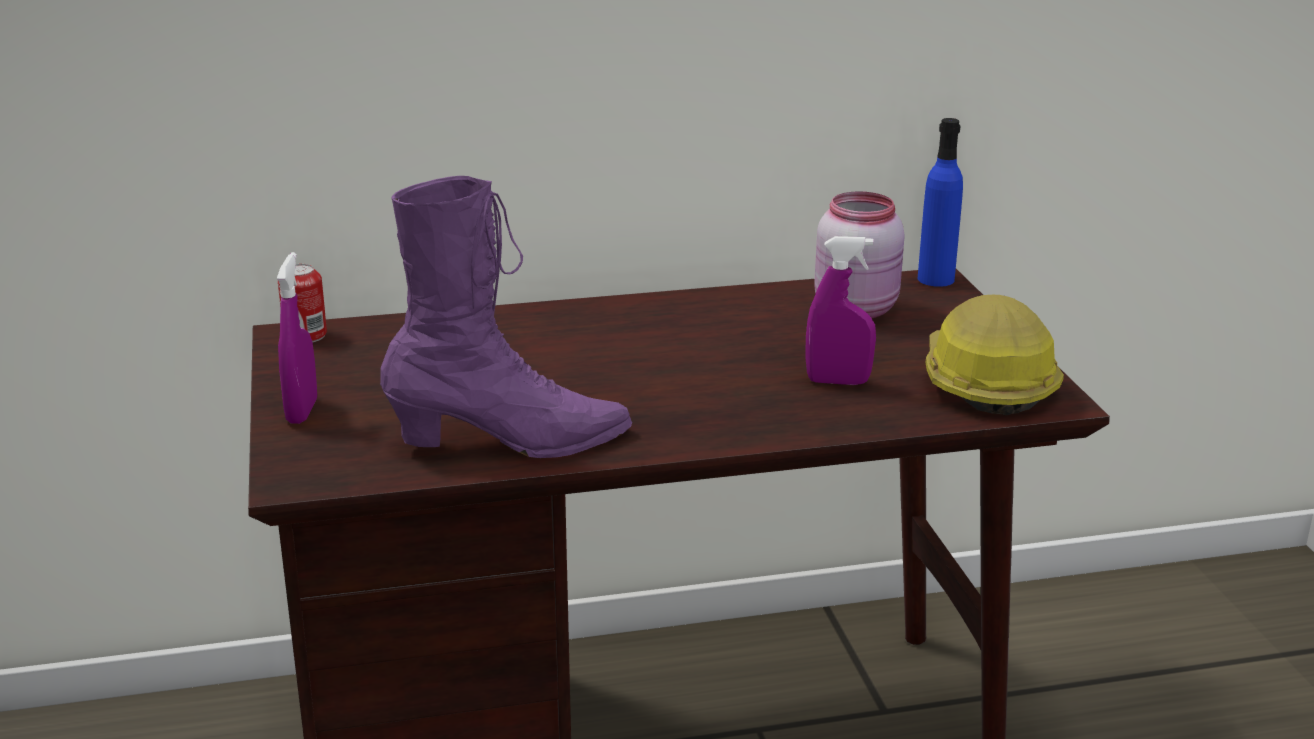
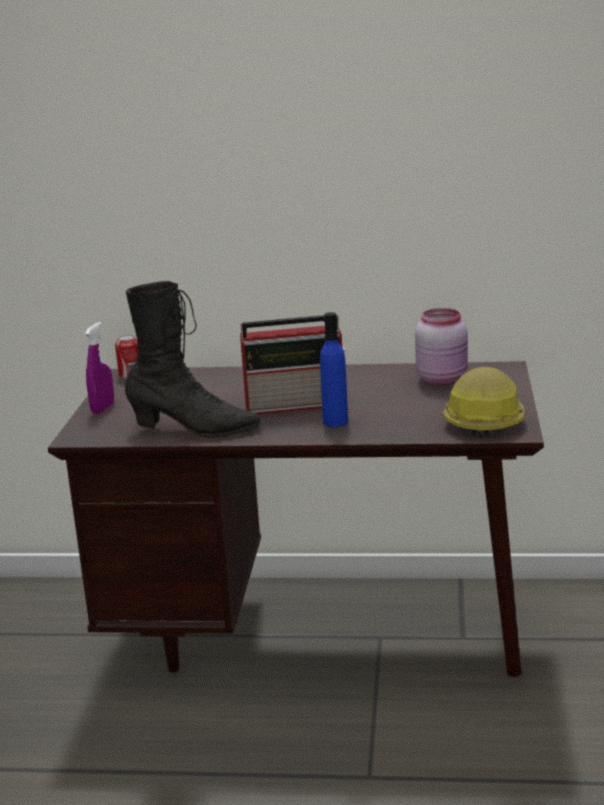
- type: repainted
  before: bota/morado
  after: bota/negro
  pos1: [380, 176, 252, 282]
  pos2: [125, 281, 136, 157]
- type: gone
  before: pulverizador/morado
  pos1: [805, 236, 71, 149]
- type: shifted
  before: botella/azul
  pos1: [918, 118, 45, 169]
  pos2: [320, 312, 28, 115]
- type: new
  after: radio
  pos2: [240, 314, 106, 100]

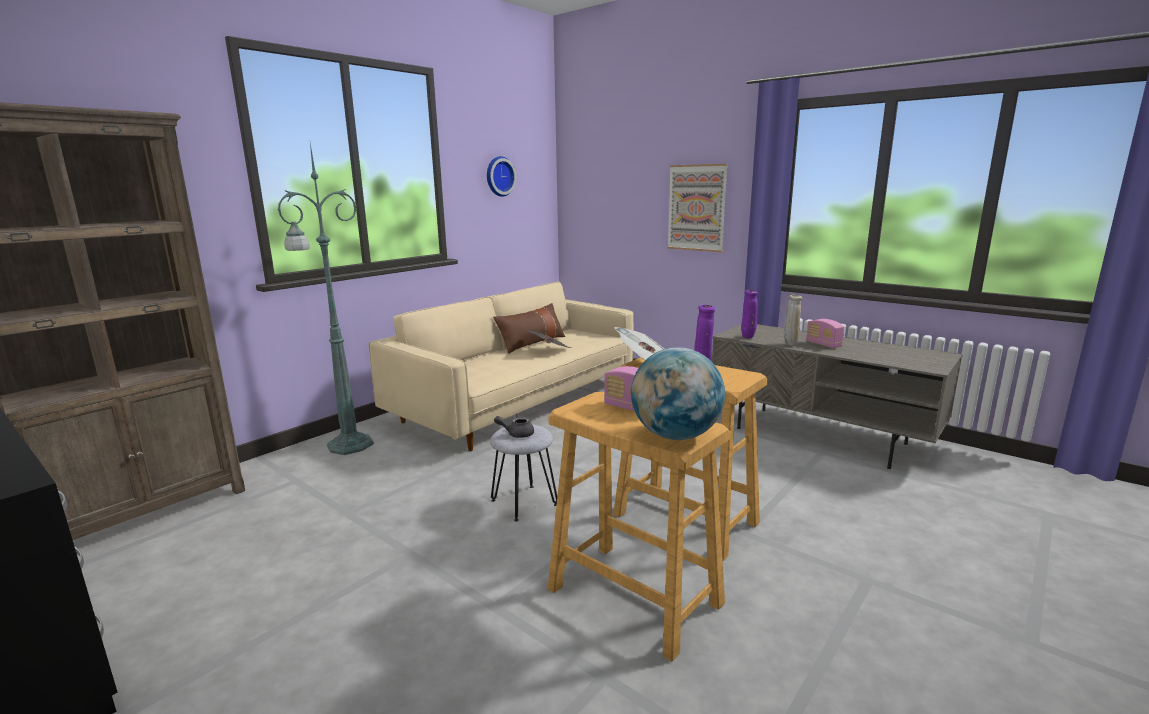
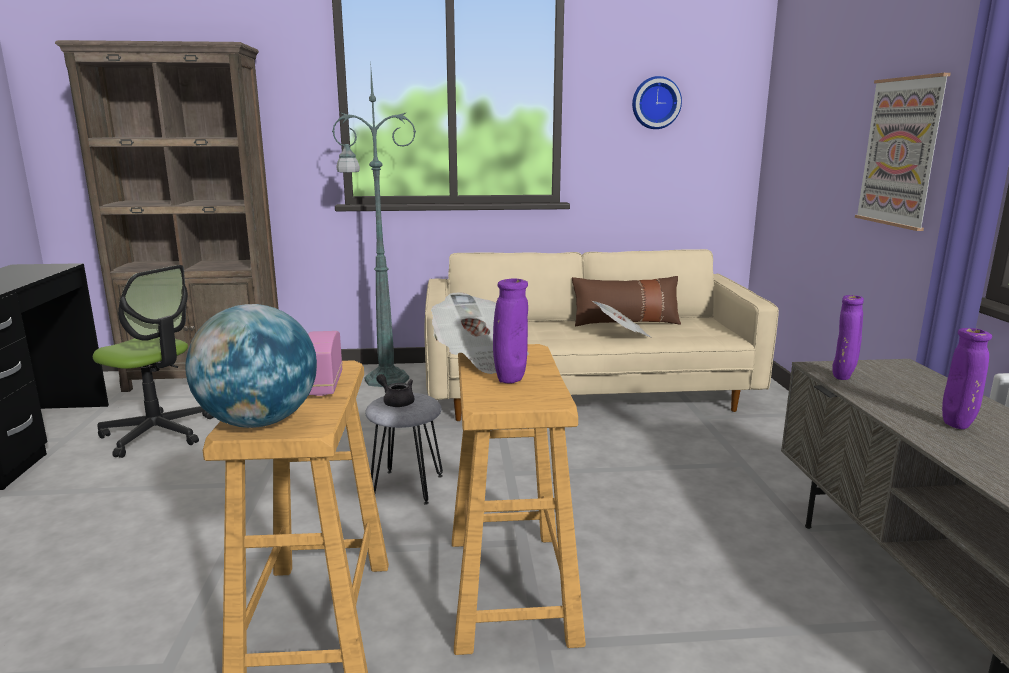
- type: gone
  before: florero/beis
  pos1: [784, 295, 18, 51]
- type: swapped
  before: radio
  after: florero/morado
  pos1: [806, 319, 38, 29]
  pos2: [942, 328, 50, 101]
- type: new
  after: silla de oficina
  pos2: [93, 265, 120, 193]

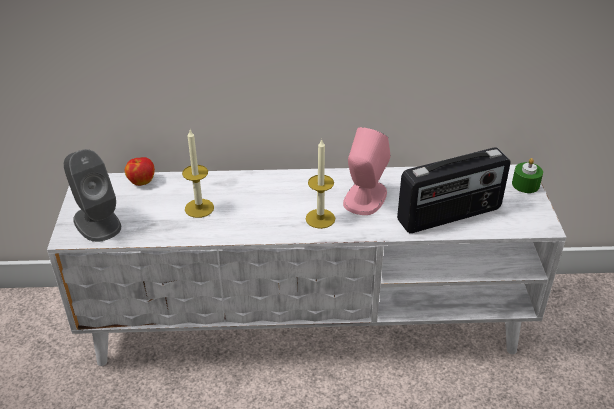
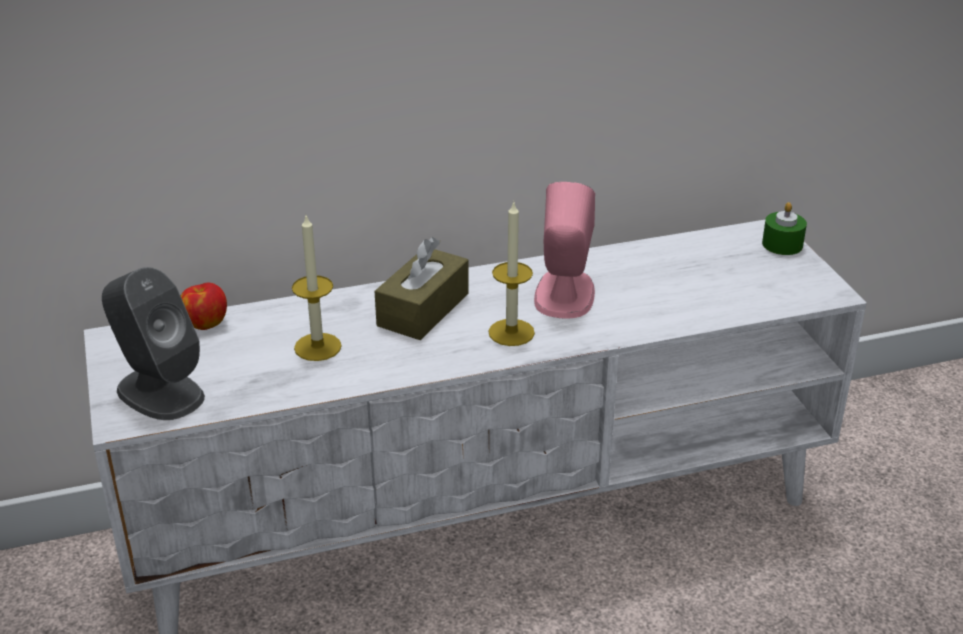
- type: gone
  before: radio
  pos1: [397, 147, 114, 86]
- type: new
  after: caja de pañuelos/marrón
  pos2: [375, 237, 94, 103]

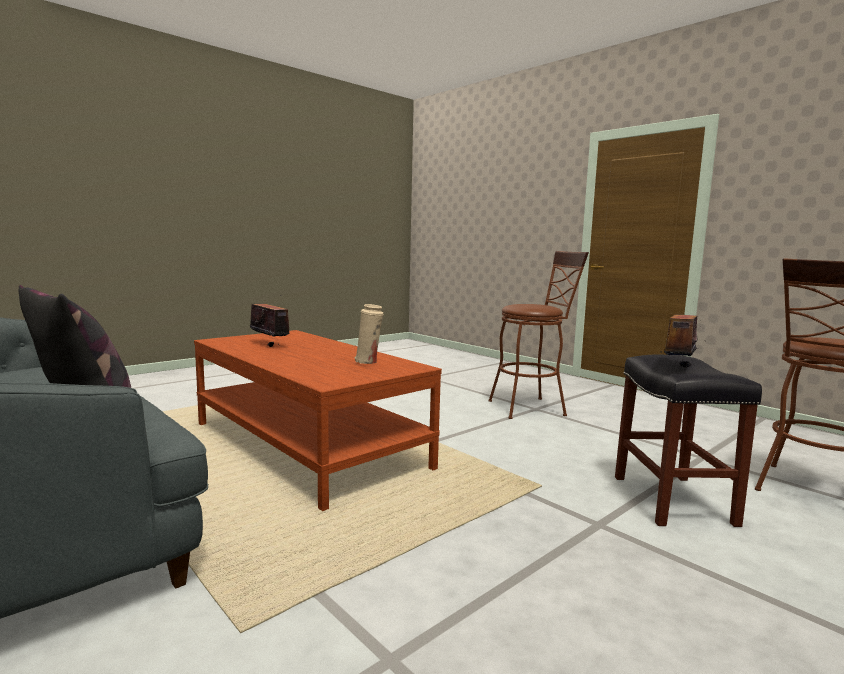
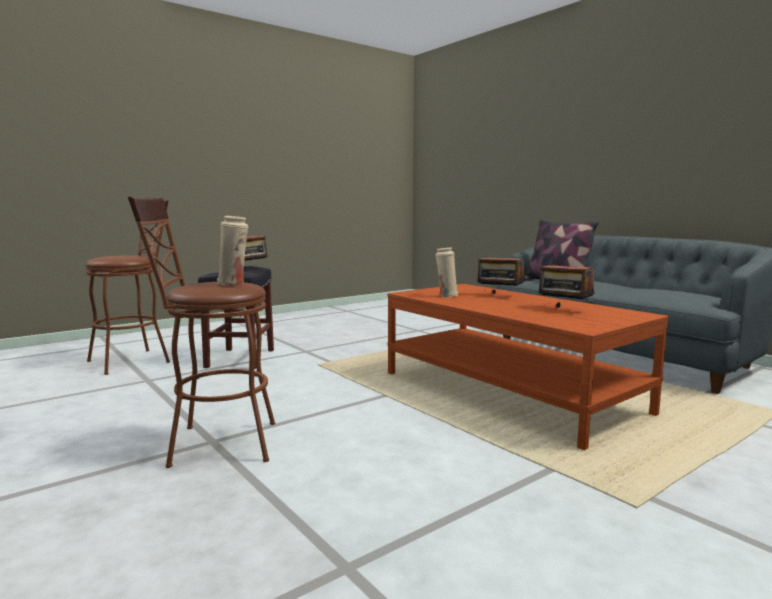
- type: new
  after: florero/beis
  pos2: [217, 216, 31, 69]
- type: new
  after: radio
  pos2: [477, 247, 48, 47]

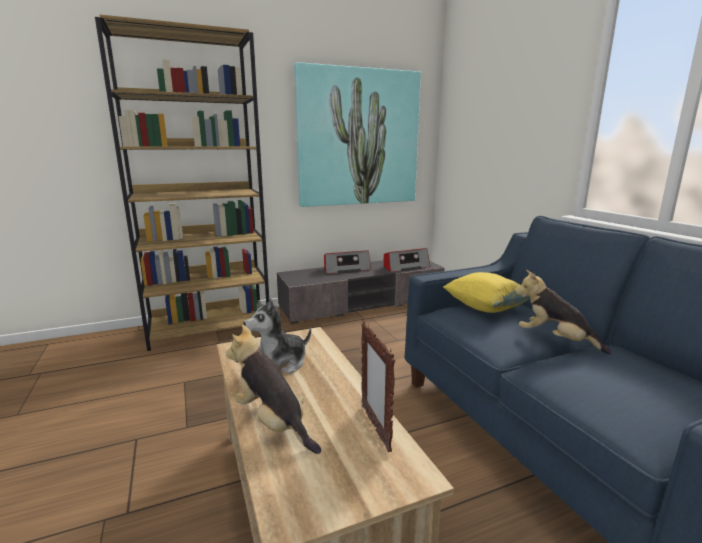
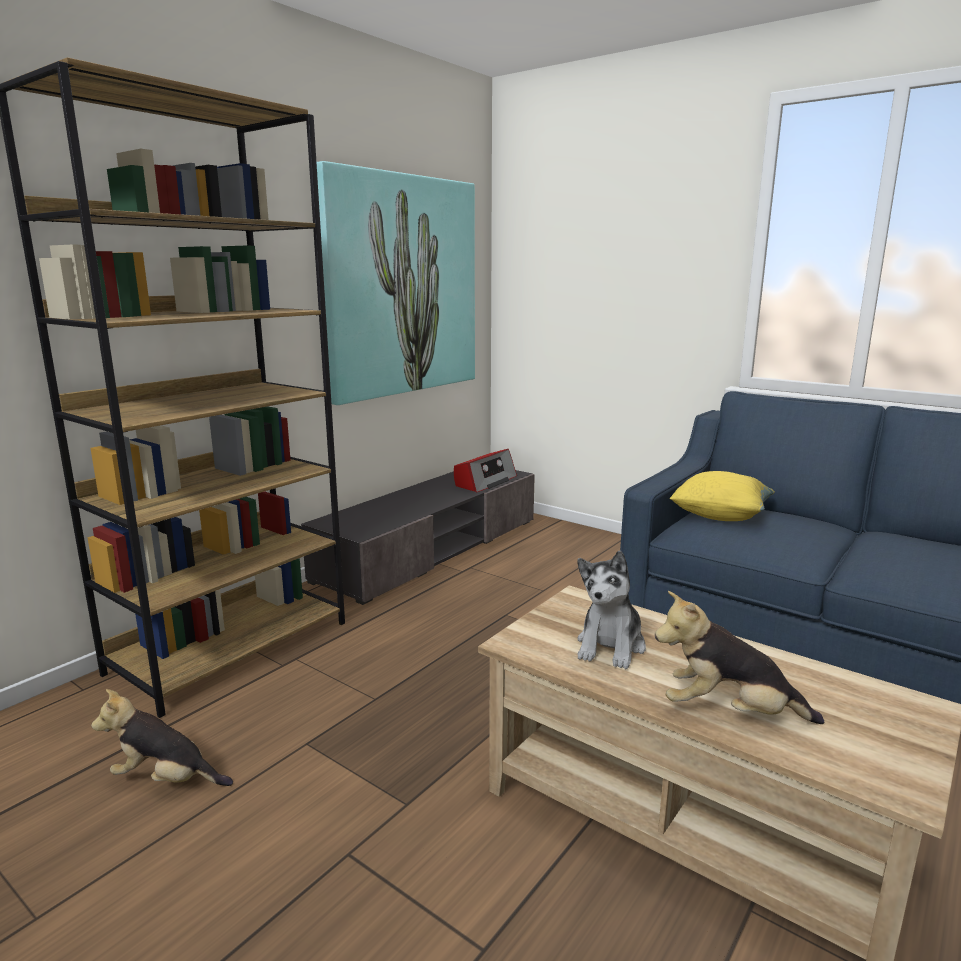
- type: gone
  before: radio
  pos1: [324, 251, 47, 23]
- type: gone
  before: portarretratos
  pos1: [361, 322, 34, 130]
- type: shifted
  before: peluche
  pos1: [514, 269, 98, 85]
  pos2: [91, 689, 142, 97]

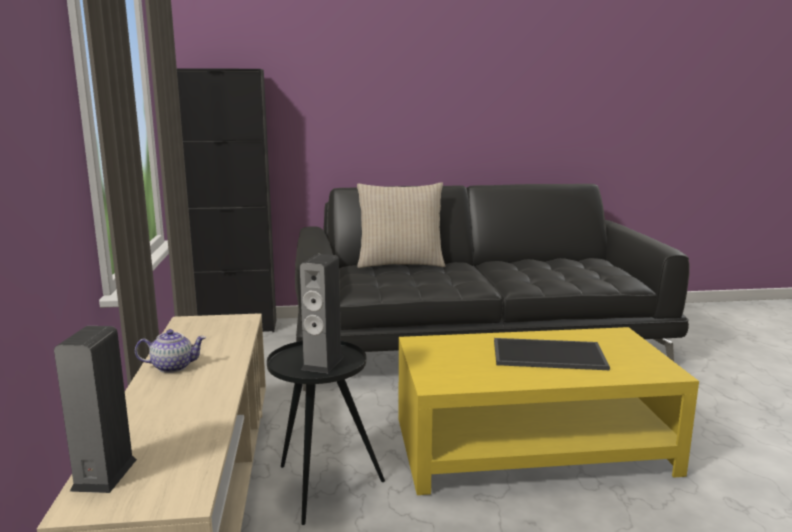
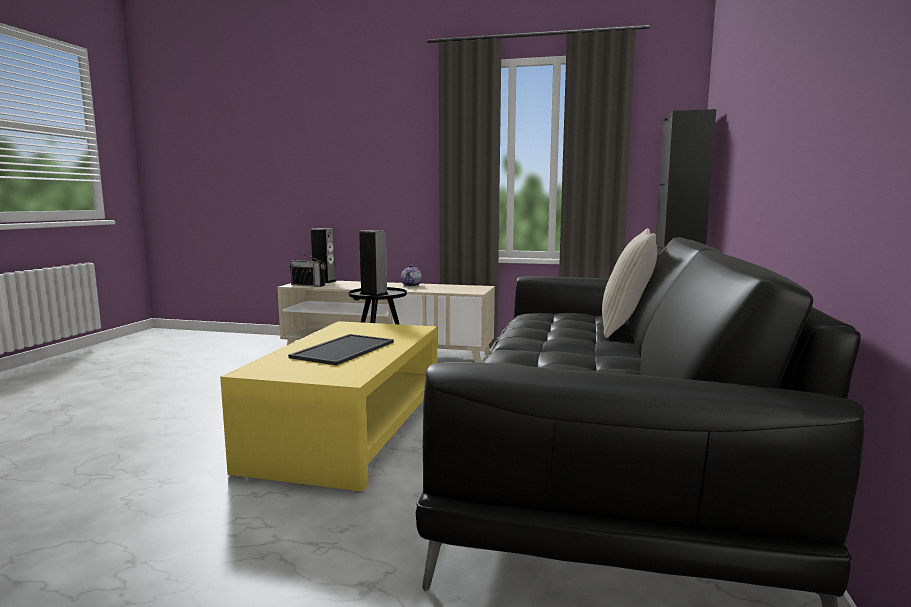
- type: new
  after: radio
  pos2: [288, 251, 38, 36]

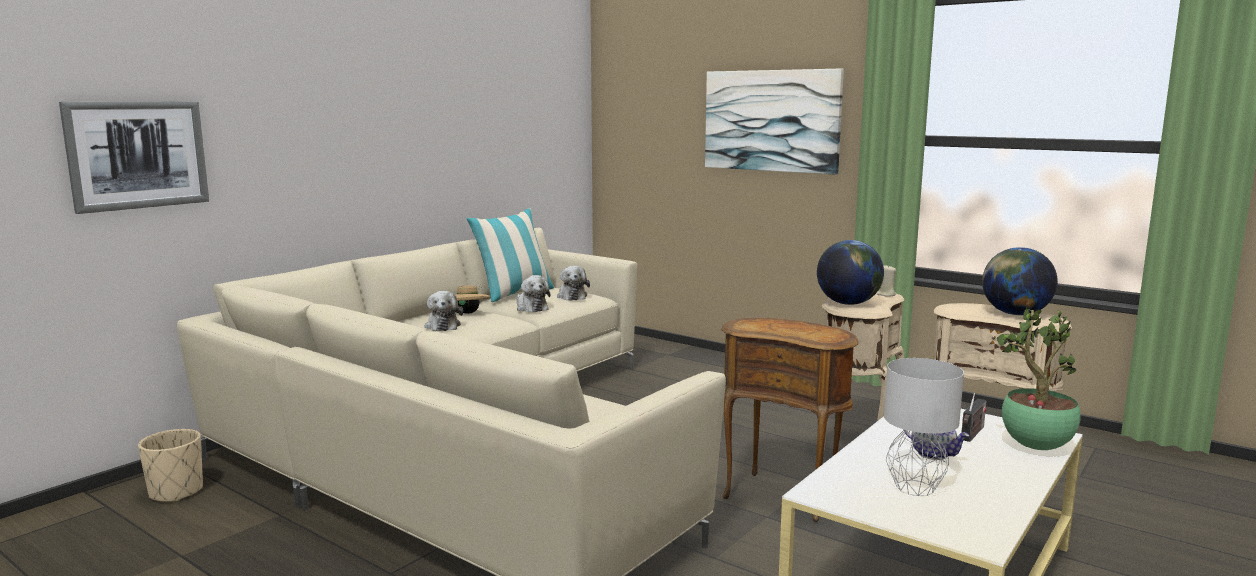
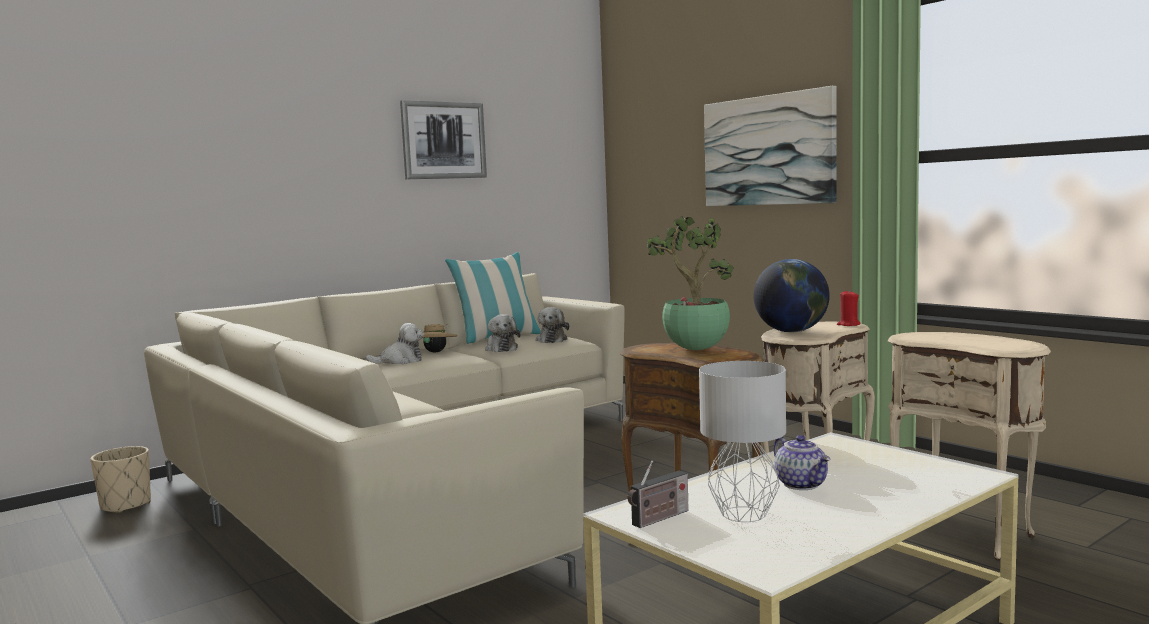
- type: shifted
  before: cuadro
  pos1: [59, 102, 150, 112]
  pos2: [400, 100, 87, 79]
- type: rotated
  before: peluche
  pos1: [425, 291, 38, 40]
  pos2: [366, 323, 58, 41]
  turn: -105
- type: repainted
  before: vela/beis
  after: vela/rojo
  pos1: [877, 265, 19, 32]
  pos2: [837, 291, 24, 35]
- type: shifted
  before: radio
  pos1: [961, 393, 25, 49]
  pos2: [628, 460, 61, 68]
- type: gone
  before: globo terráqueo
  pos1: [982, 247, 76, 68]
- type: shifted
  before: planta en maceta
  pos1: [997, 308, 84, 142]
  pos2: [647, 216, 87, 134]

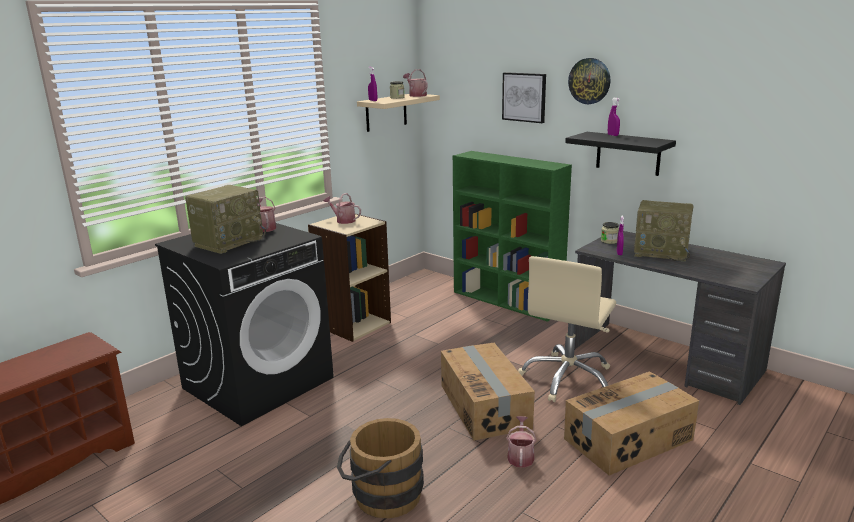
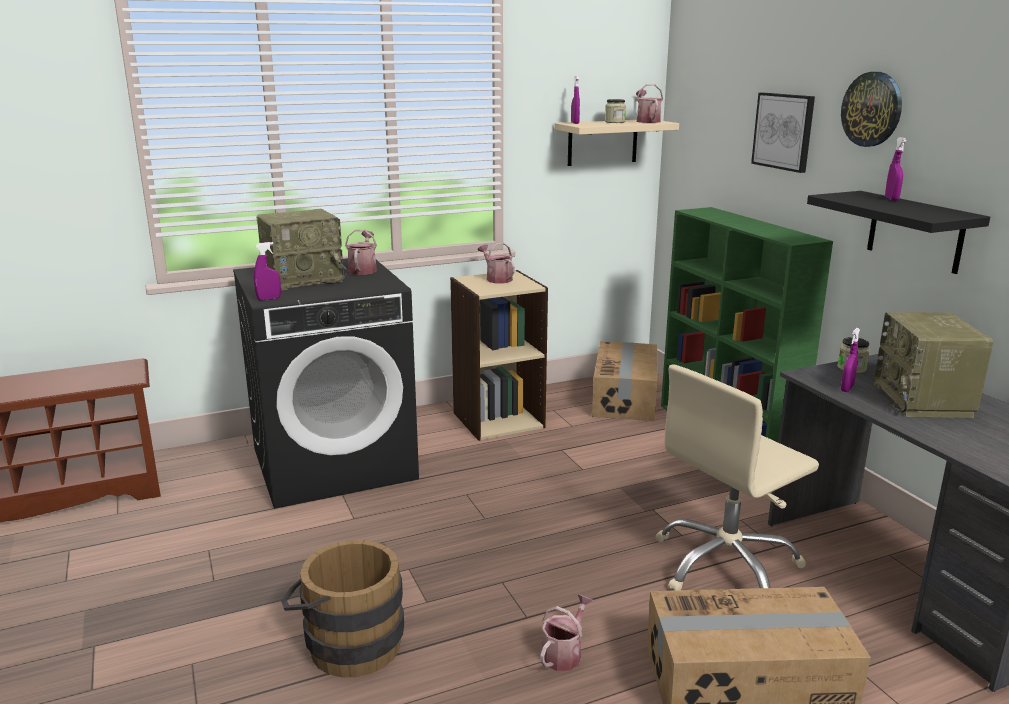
- type: shifted
  before: caja de cartón
  pos1: [441, 343, 94, 98]
  pos2: [592, 341, 65, 80]
- type: rotated
  before: radio
  pos1: [634, 200, 60, 62]
  pos2: [874, 312, 120, 106]
  turn: 45
- type: new
  after: pulverizador/morado
  pos2: [254, 242, 27, 59]

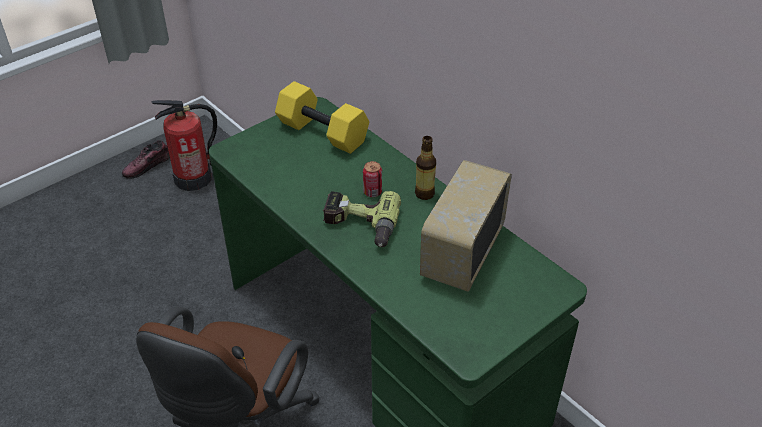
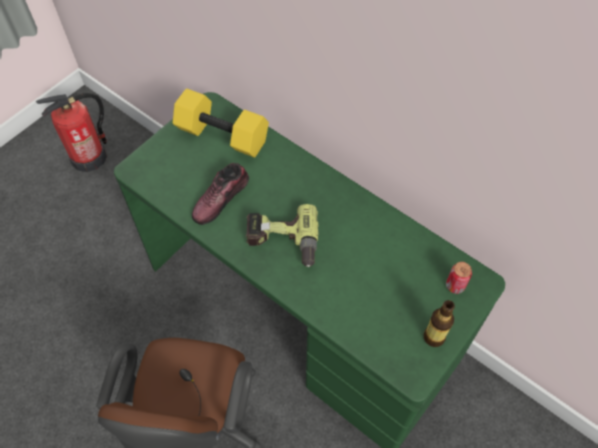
- type: shifted
  before: zapato
  pos1: [122, 140, 48, 39]
  pos2: [192, 163, 57, 62]
- type: shifted
  before: lata
  pos1: [363, 161, 19, 36]
  pos2: [446, 262, 26, 32]
- type: shifted
  before: botella
  pos1: [415, 136, 21, 64]
  pos2: [424, 300, 31, 47]
- type: gone
  before: radio
  pos1: [420, 160, 92, 132]

